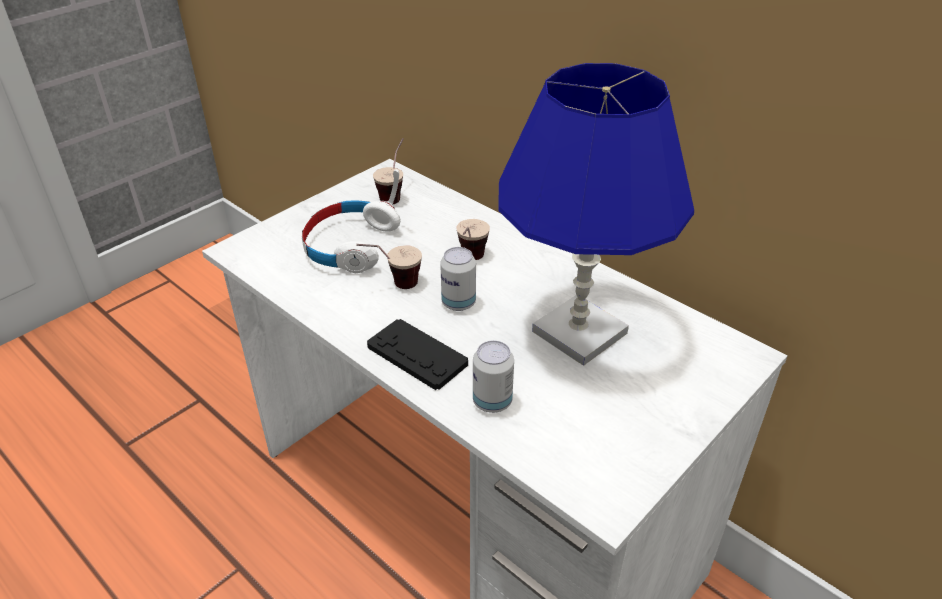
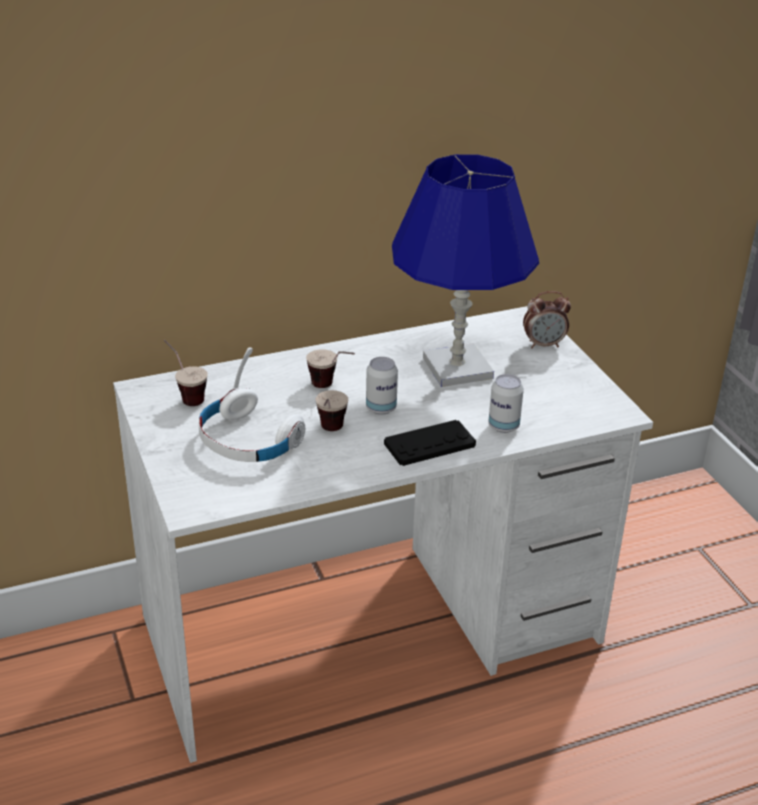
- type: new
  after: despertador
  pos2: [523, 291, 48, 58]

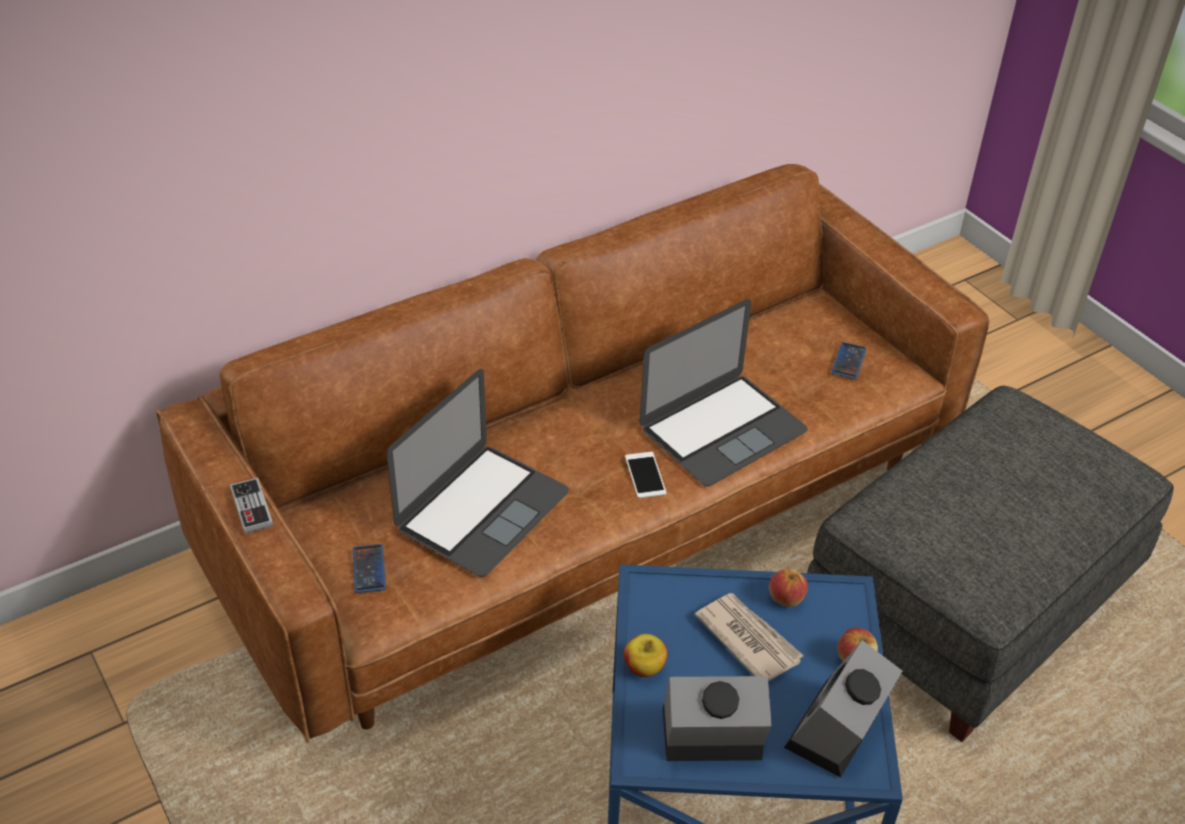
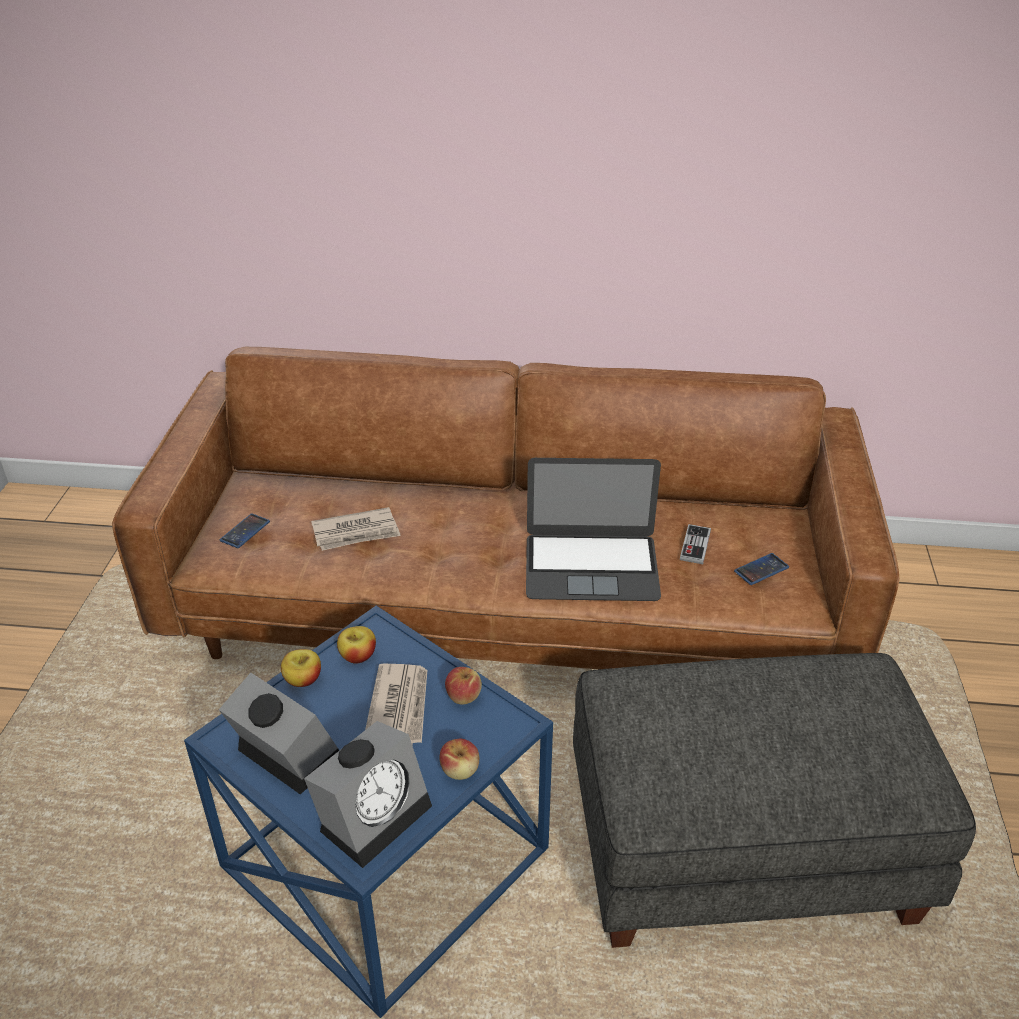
- type: shifted
  before: mando de consola
  pos1: [230, 477, 44, 57]
  pos2: [680, 524, 31, 40]
- type: swapped
  before: portátil
  after: periódico
  pos1: [387, 369, 182, 208]
  pos2: [311, 507, 90, 44]
- type: gone
  before: móvil
  pos1: [625, 452, 41, 46]
- type: rotated
  before: despertador
  pos1: [784, 640, 118, 138]
  pos2: [304, 721, 128, 147]
  turn: 150
- type: new
  after: manzana
  pos2: [337, 626, 39, 38]

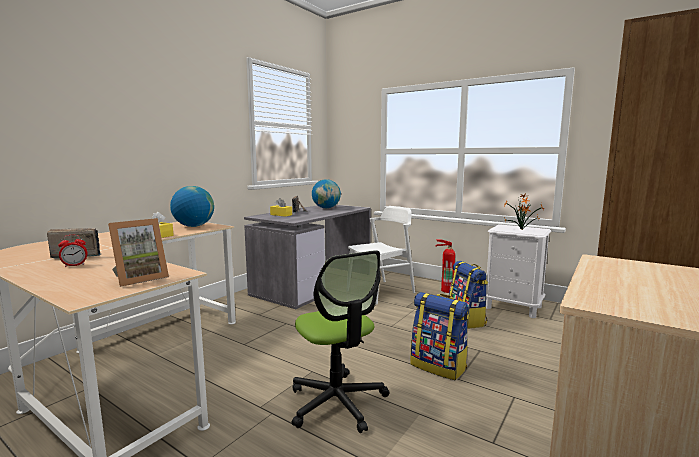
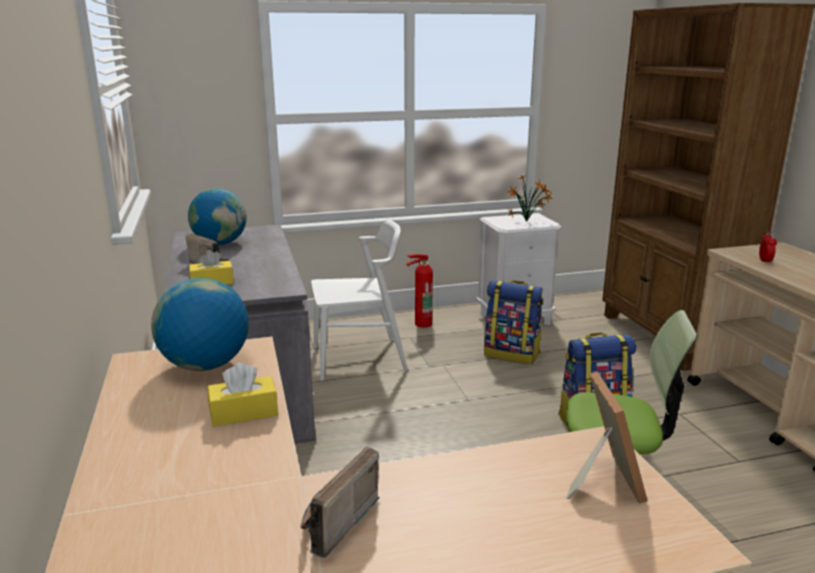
- type: shifted
  before: despertador
  pos1: [58, 235, 30, 32]
  pos2: [759, 231, 18, 33]
- type: rotated
  before: silla/blanco
  pos1: [348, 206, 67, 98]
  pos2: [311, 220, 97, 161]
  turn: 75

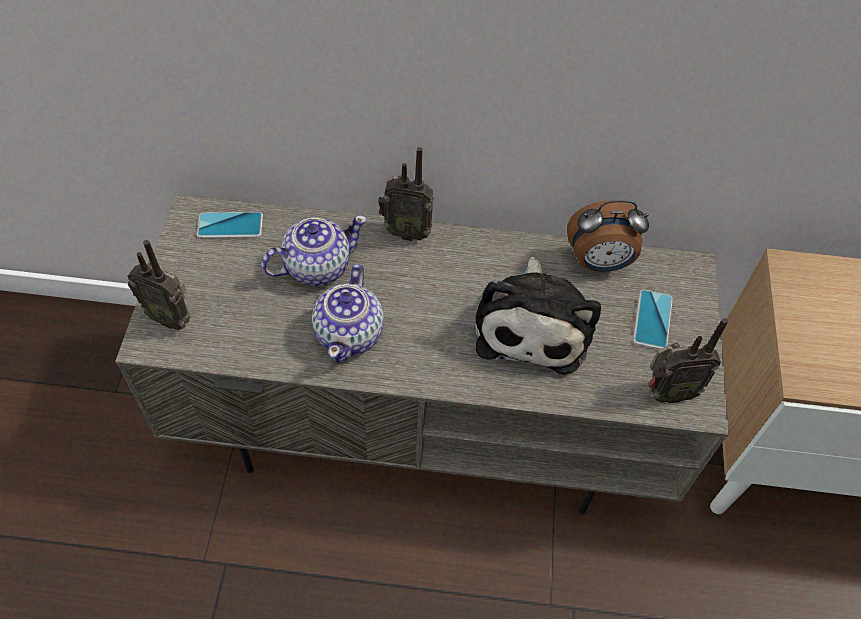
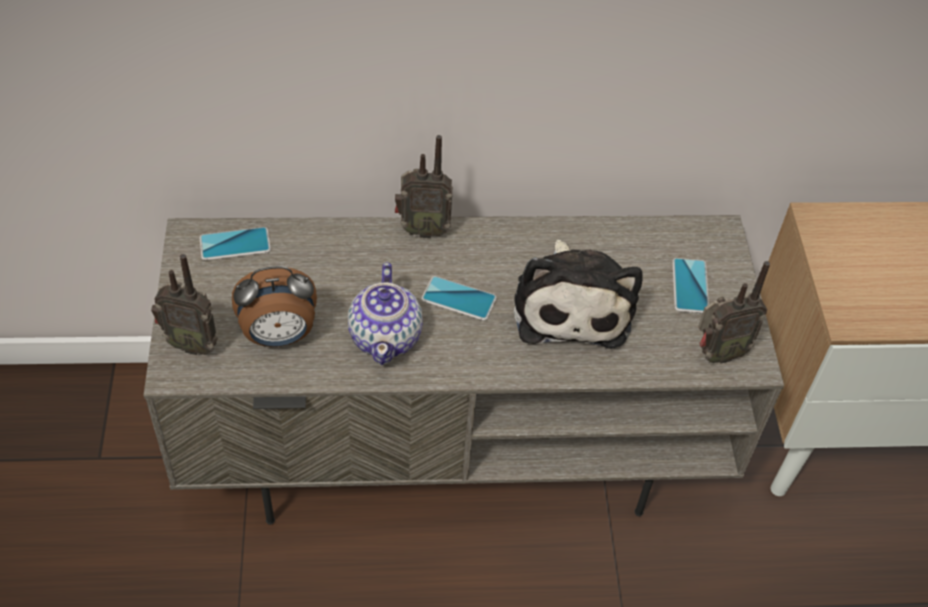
- type: gone
  before: tetera
  pos1: [261, 215, 106, 71]
- type: shifted
  before: despertador
  pos1: [567, 200, 82, 72]
  pos2: [232, 266, 85, 81]
- type: new
  after: móvil
  pos2: [421, 276, 76, 45]

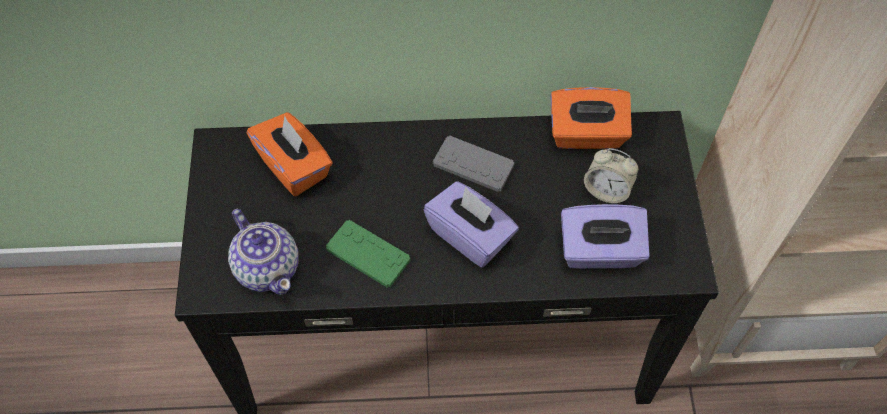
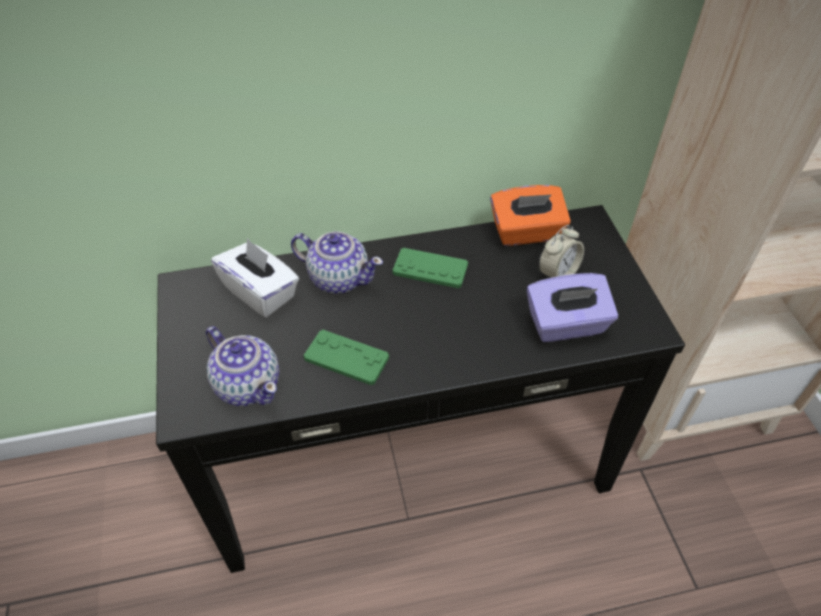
- type: repainted
  before: caja de pañuelos/naranja
  after: caja de pañuelos/blanco
  pos1: [247, 112, 86, 84]
  pos2: [211, 238, 88, 79]
- type: gone
  before: caja de pañuelos/morado
  pos1: [423, 181, 96, 87]
- type: repainted
  before: mando de consola/gris
  after: mando de consola/verde
  pos1: [433, 136, 81, 56]
  pos2: [392, 248, 76, 40]
- type: rotated
  before: despertador
  pos1: [584, 148, 54, 55]
  pos2: [539, 225, 45, 53]
  turn: -60
- type: new
  after: tetera
  pos2: [291, 232, 92, 62]

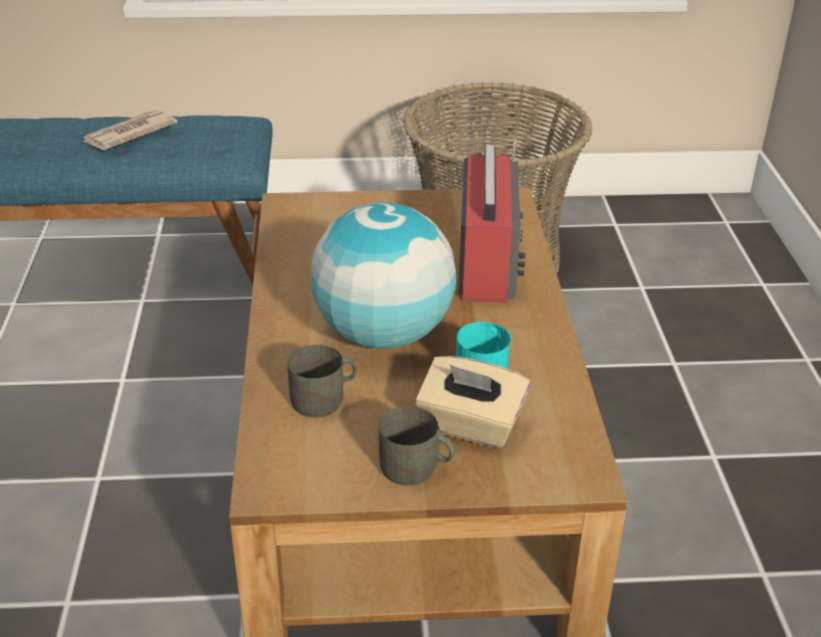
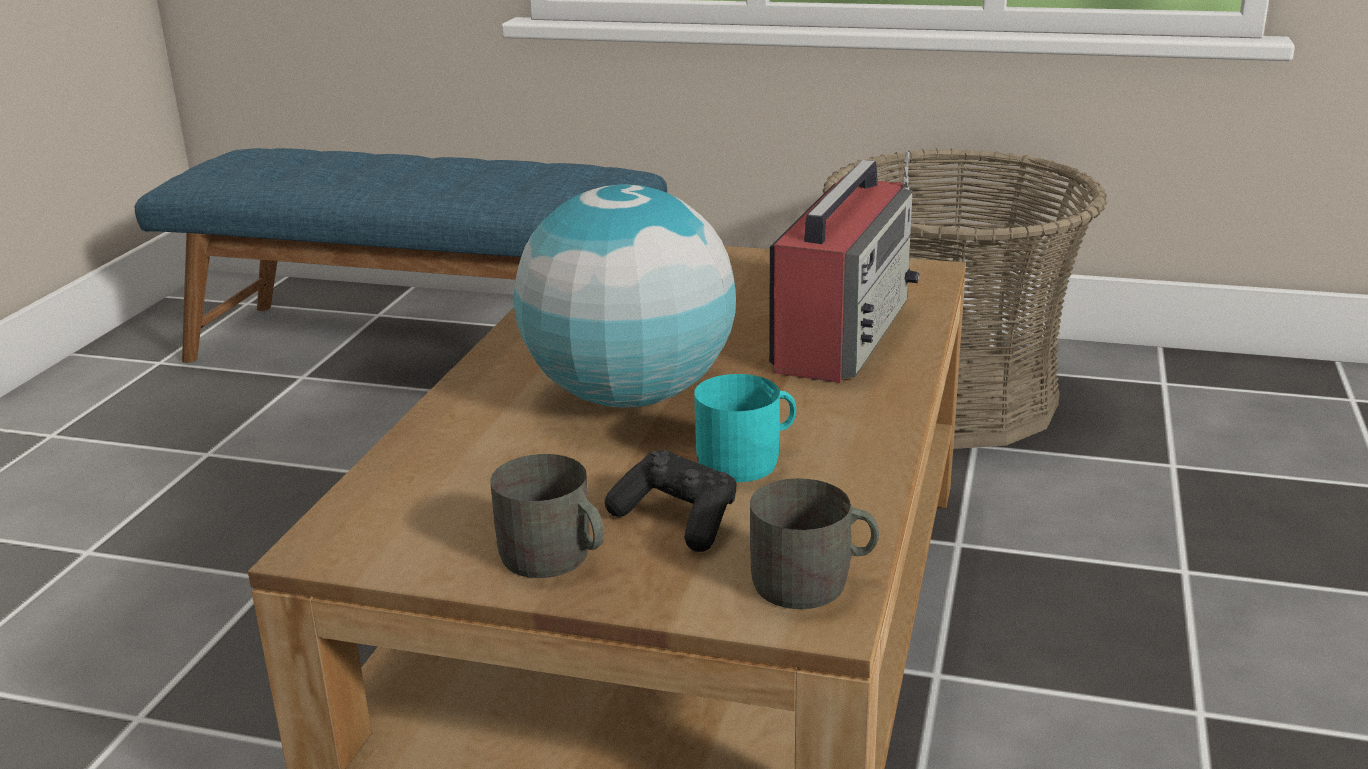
- type: gone
  before: periódico
  pos1: [83, 110, 94, 40]
- type: shifted
  before: taza grande/gris
  pos1: [287, 345, 70, 72]
  pos2: [750, 478, 129, 131]
- type: swapped
  before: caja de pañuelos/beis
  after: mando de consola/negro
  pos1: [416, 356, 114, 92]
  pos2: [605, 450, 132, 102]

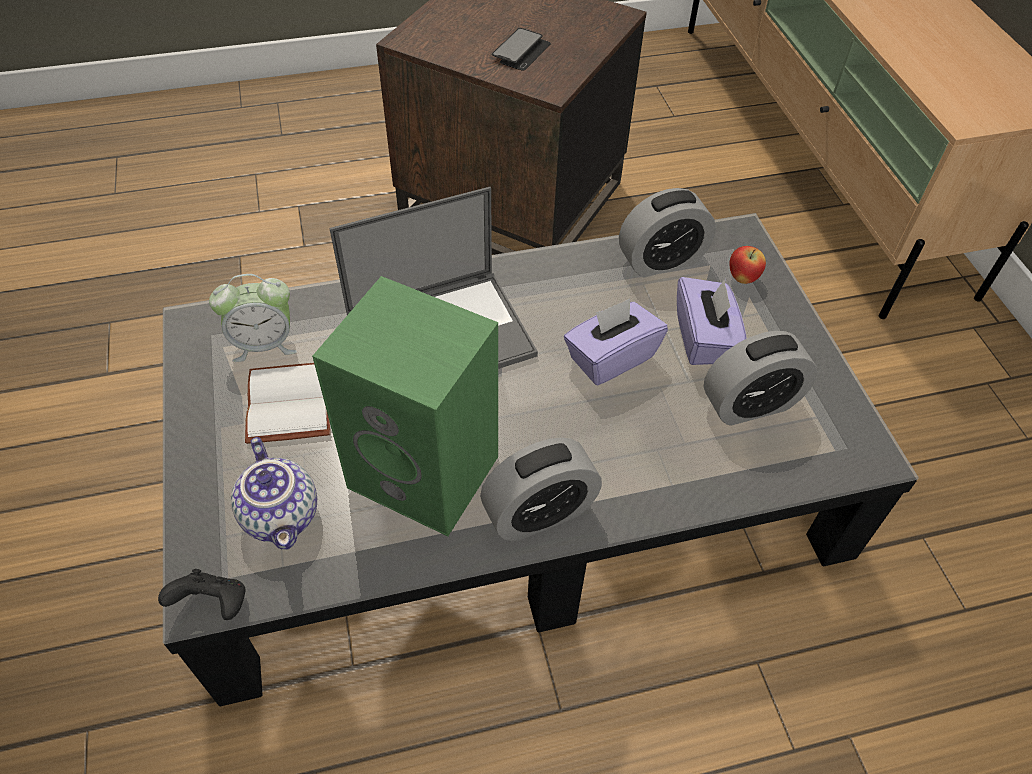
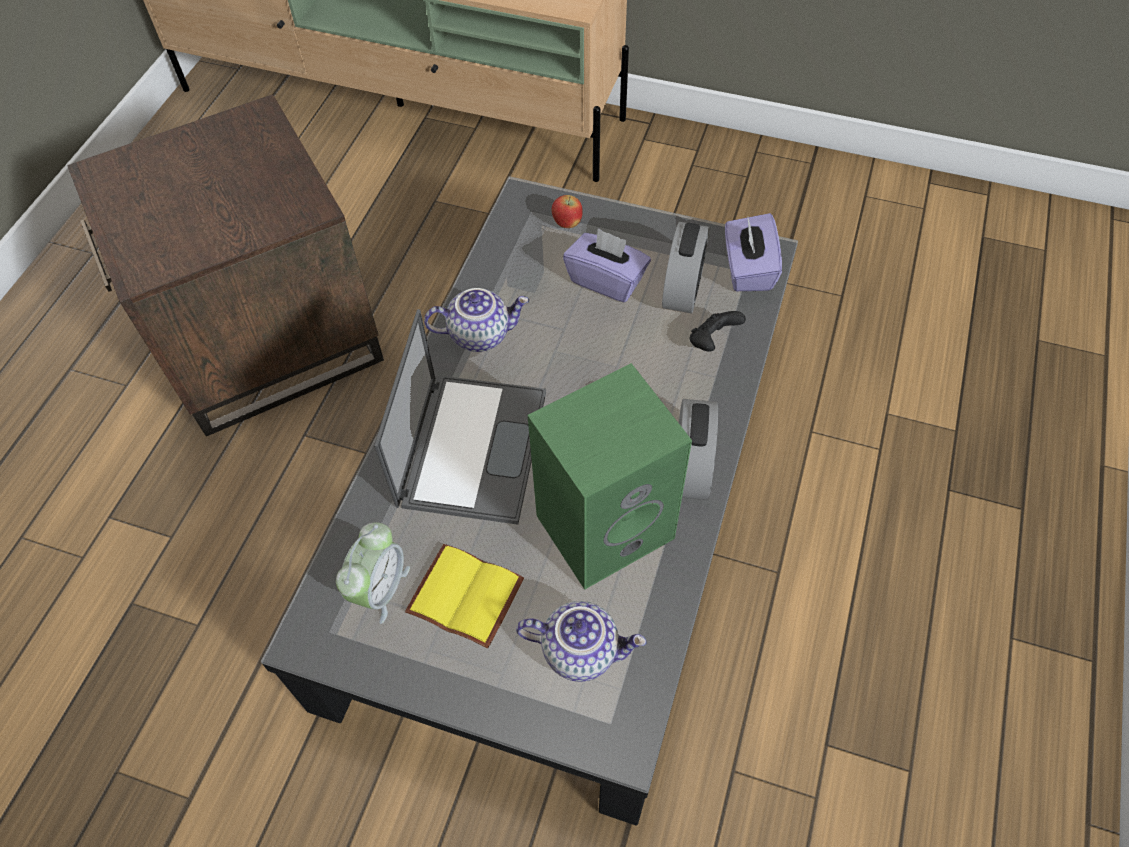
- type: shifted
  before: mando de consola/negro
  pos1: [158, 569, 88, 51]
  pos2: [690, 311, 56, 41]
- type: repainted
  before: libro/blanco
  after: libro/amarillo
  pos1: [245, 363, 85, 81]
  pos2: [405, 544, 119, 104]
- type: gone
  before: móvil
  pos1: [492, 28, 59, 42]
- type: shifted
  before: caja de pañuelos/morado
  pos1: [564, 298, 104, 87]
  pos2: [725, 213, 57, 78]
- type: gone
  before: despertador
  pos1: [619, 188, 97, 89]
- type: new
  after: tetera
  pos2: [424, 288, 105, 64]

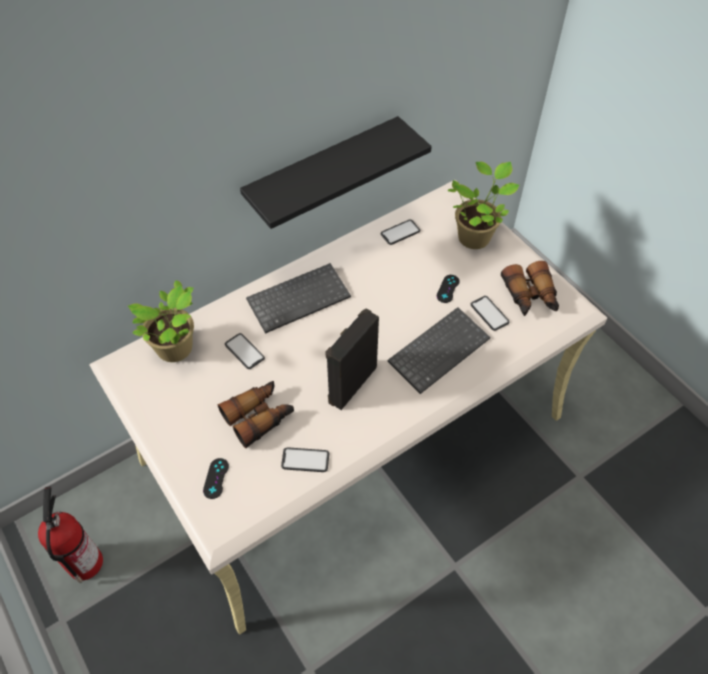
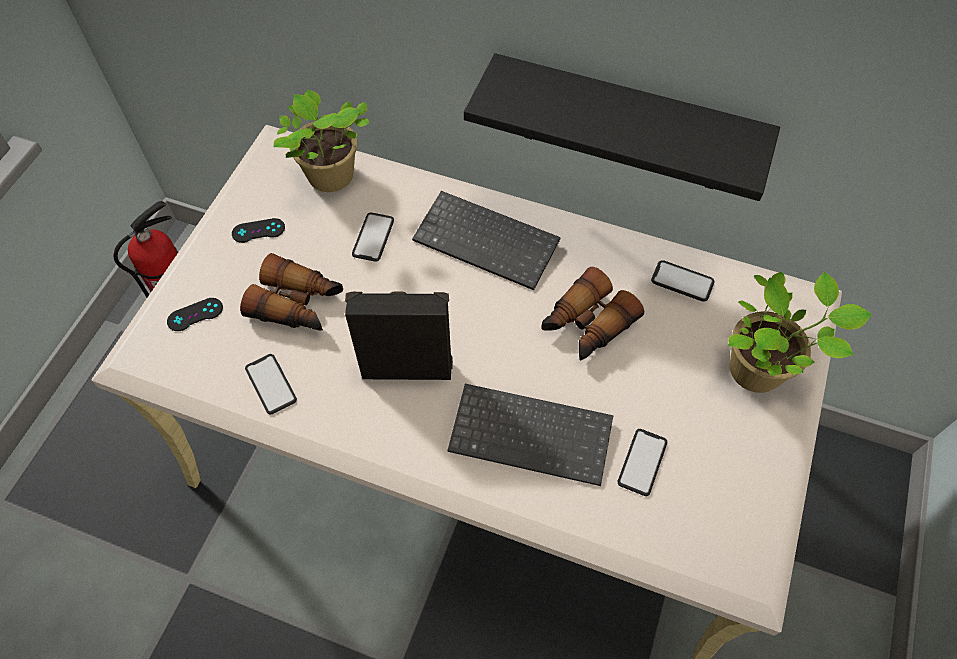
- type: shifted
  before: mando de consola/negro
  pos1: [437, 275, 23, 28]
  pos2: [232, 218, 53, 25]
- type: shifted
  before: prismáticos
  pos1: [501, 261, 58, 55]
  pos2: [541, 267, 103, 93]

